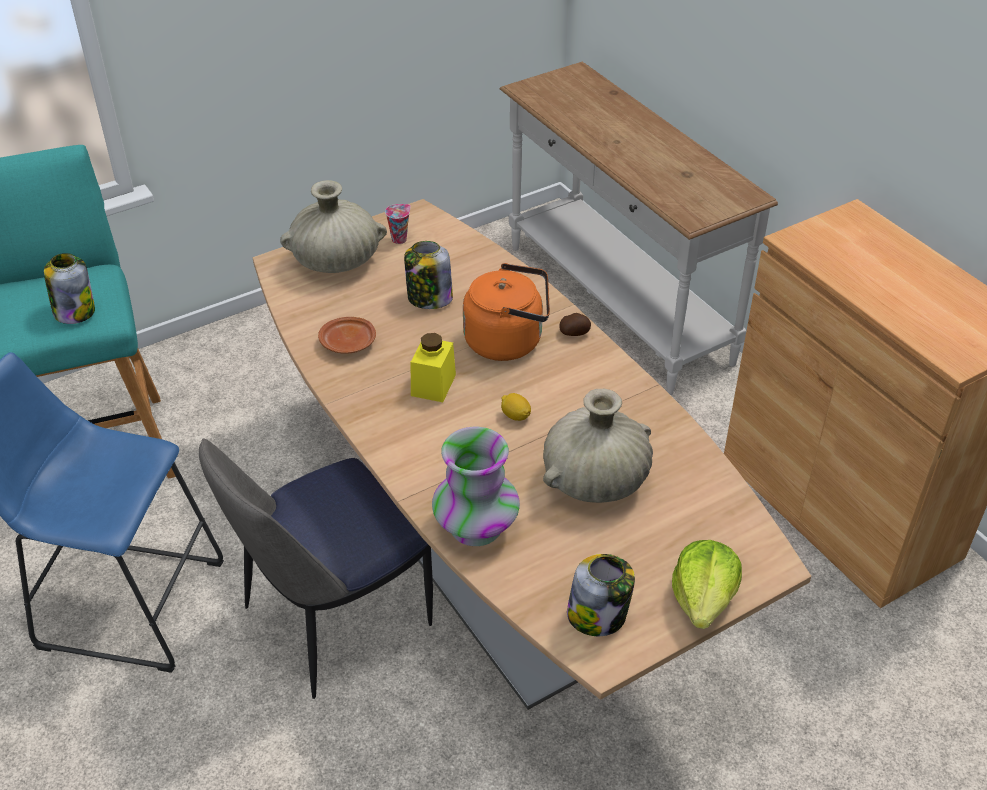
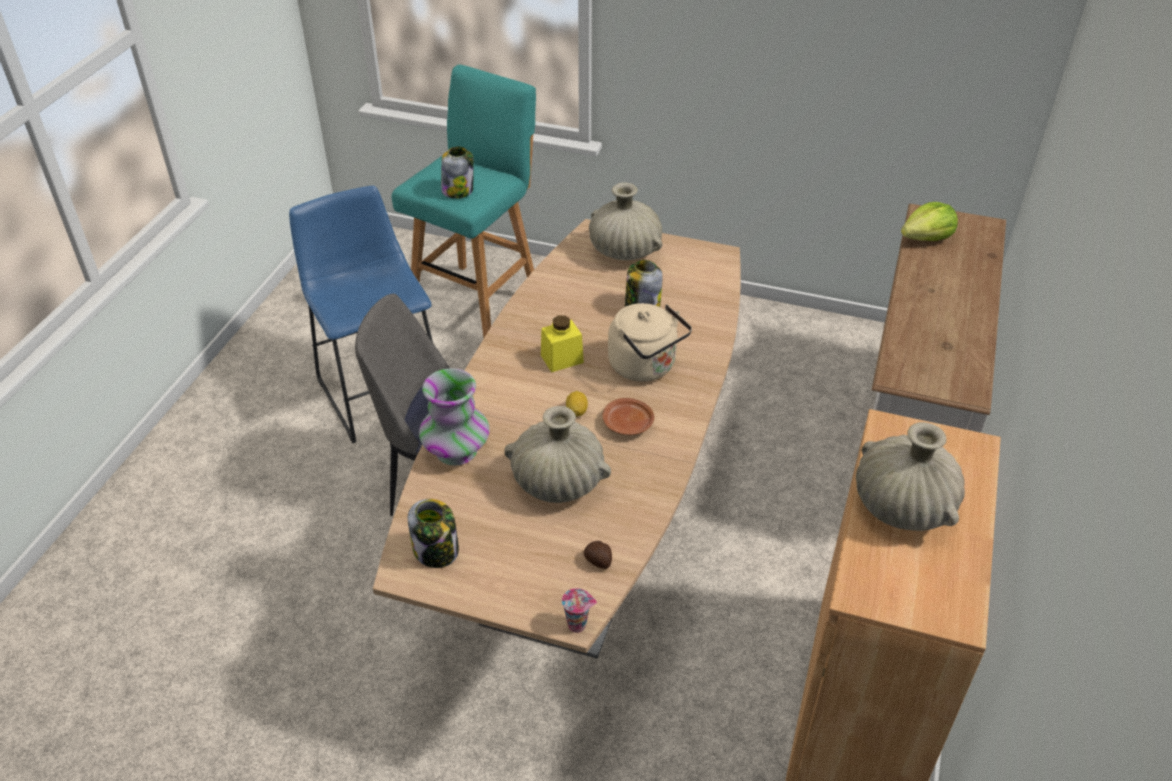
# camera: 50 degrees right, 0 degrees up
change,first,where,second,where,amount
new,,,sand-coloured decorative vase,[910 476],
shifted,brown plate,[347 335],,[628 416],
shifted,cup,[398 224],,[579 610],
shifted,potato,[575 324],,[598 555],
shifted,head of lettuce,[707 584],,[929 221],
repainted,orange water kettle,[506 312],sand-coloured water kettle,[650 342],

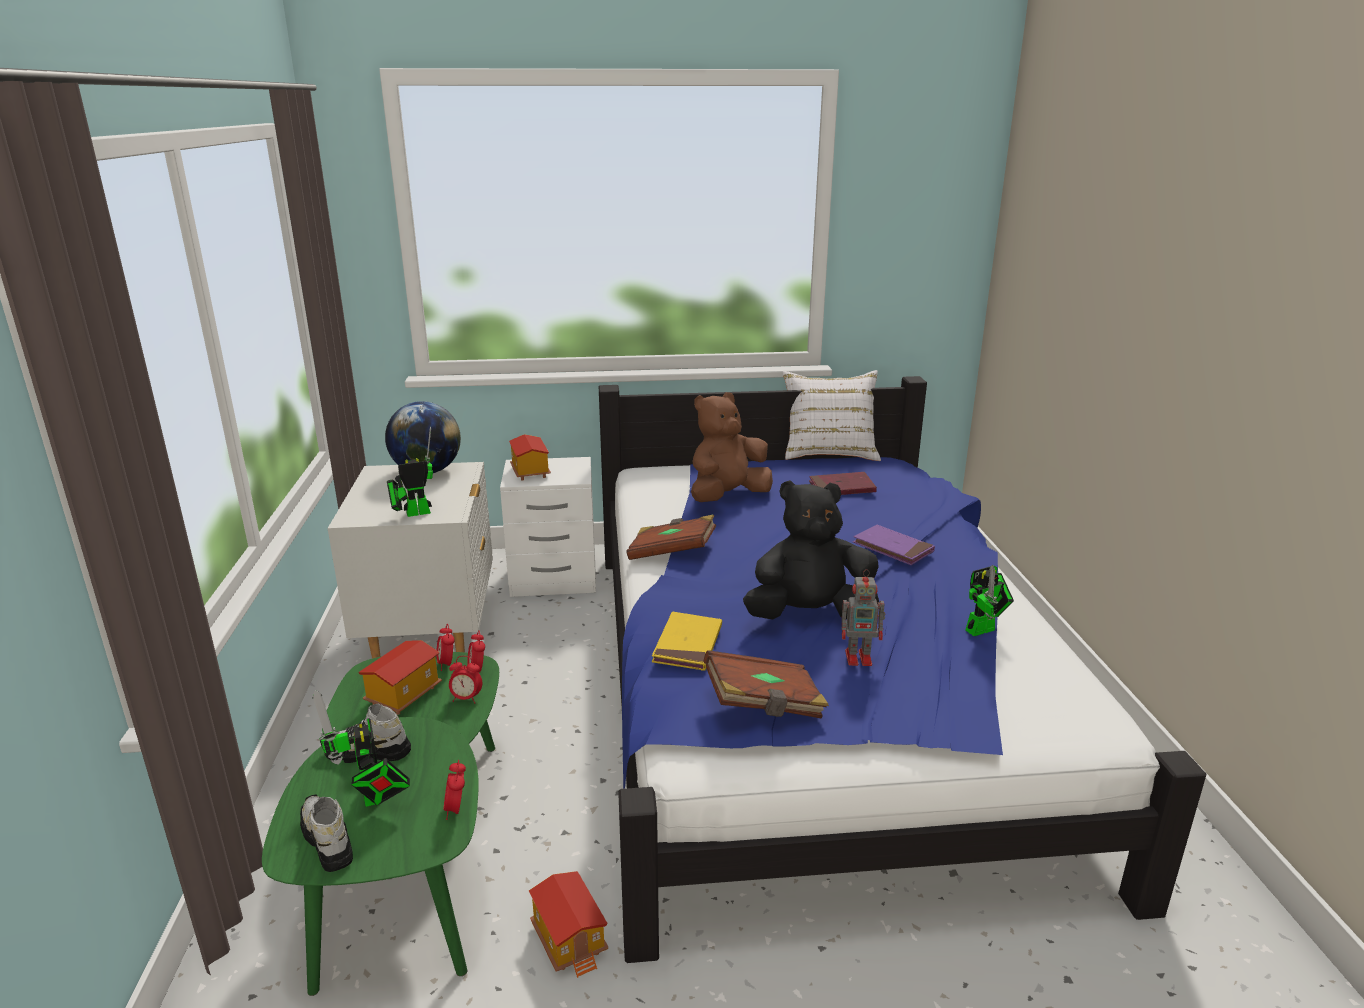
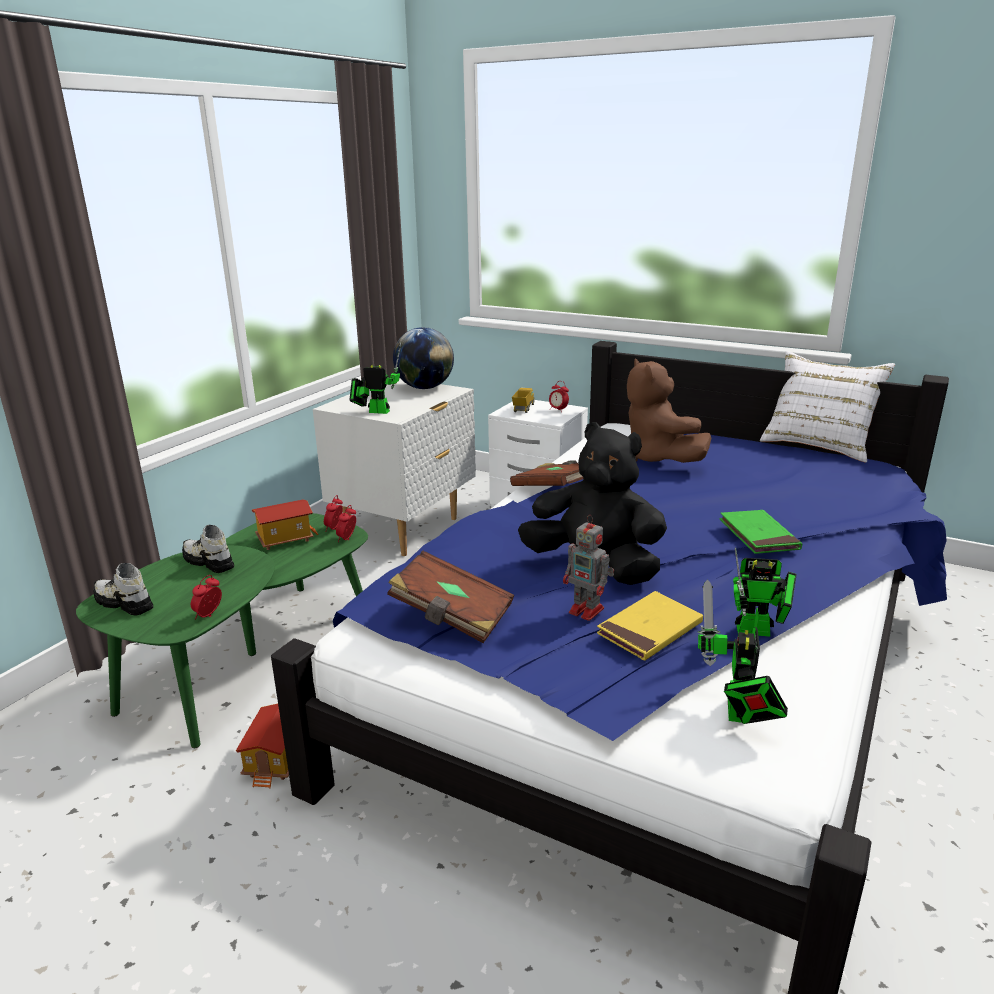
# camera: 35 degrees right, 0 degrees up
change,first,where,second,where,amount
gone,red volume,[843 483],,,
shifted,toy robot,[361 748],,[743 651],
shifted,bedside clock,[465 680],,[559 395],
shifted,yellowish volume,[687 641],,[650 626],
swapped,model house,[530 457],toy truck,[523 400],
repainted,purple-coloured volume,[894 545],green-coloured volume,[760 532],
rotated,shoe,[326 833],,[123 589],60 degrees counterclockwise
rotated,brown cuddly toy,[732 447],,[669 410],105 degrees counterclockwise

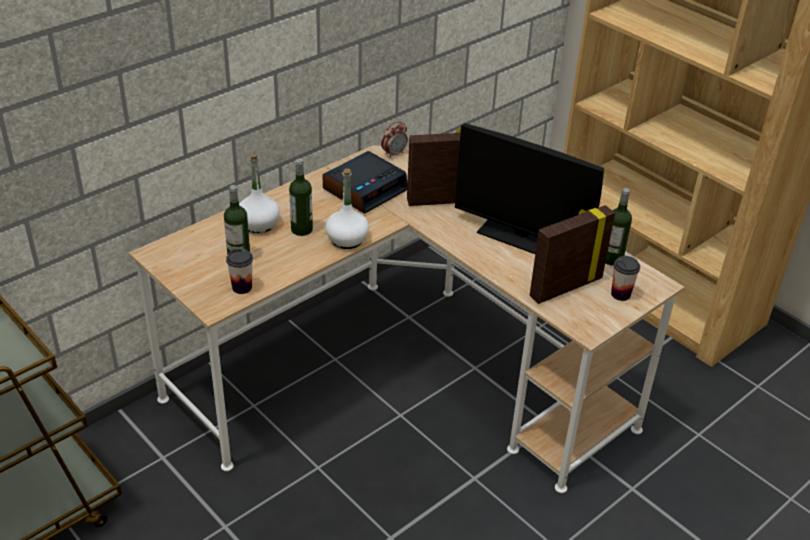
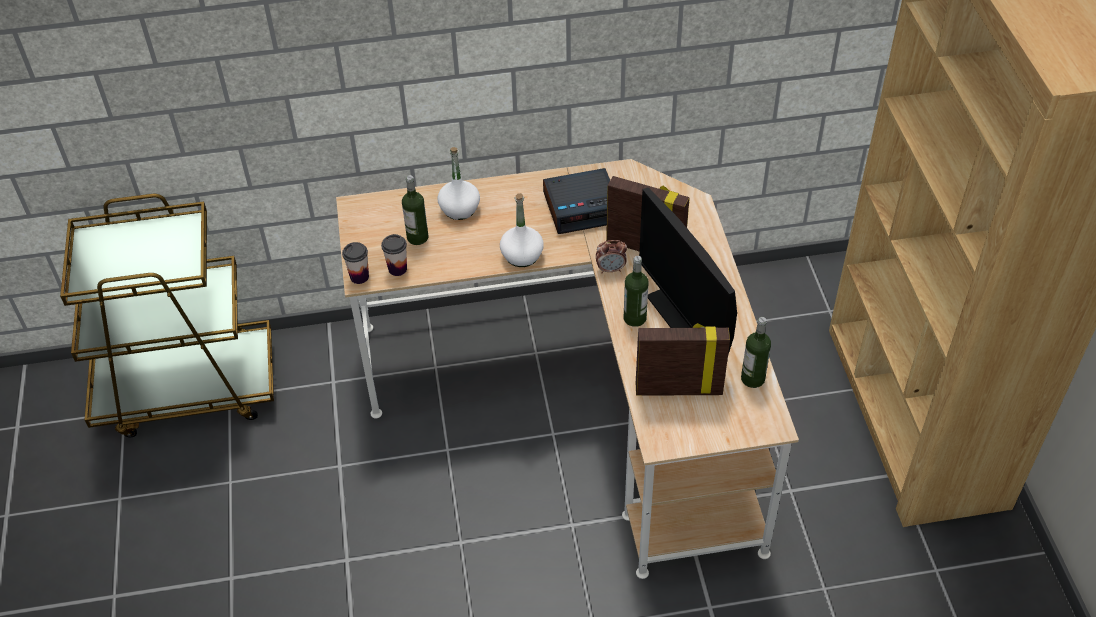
# camera: 35 degrees right, 10 degrees up
change,first,where,second,where,amount
shifted,drink bottle,[301 197],,[636 291],
shifted,bedside clock,[394 139],,[611 256],
shifted,cup,[625 278],,[355 263],

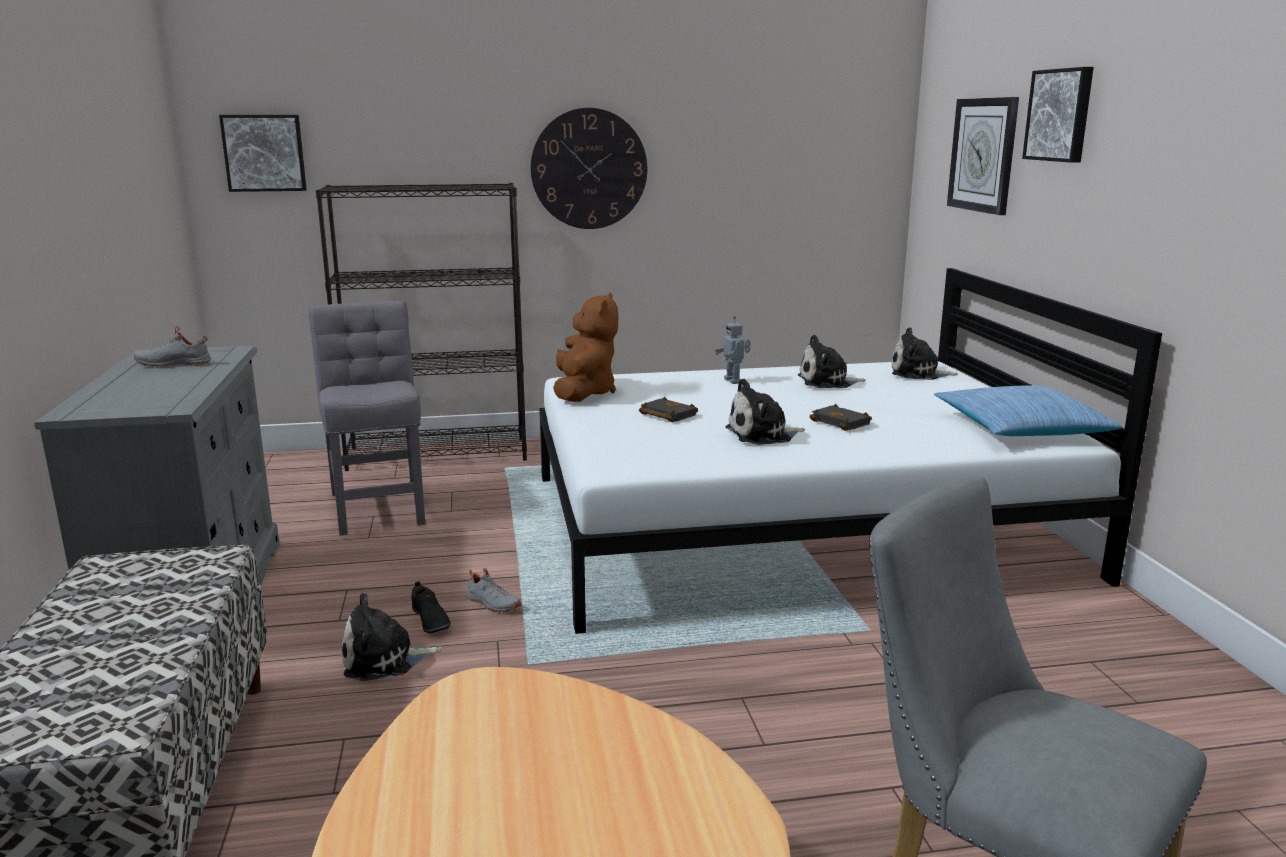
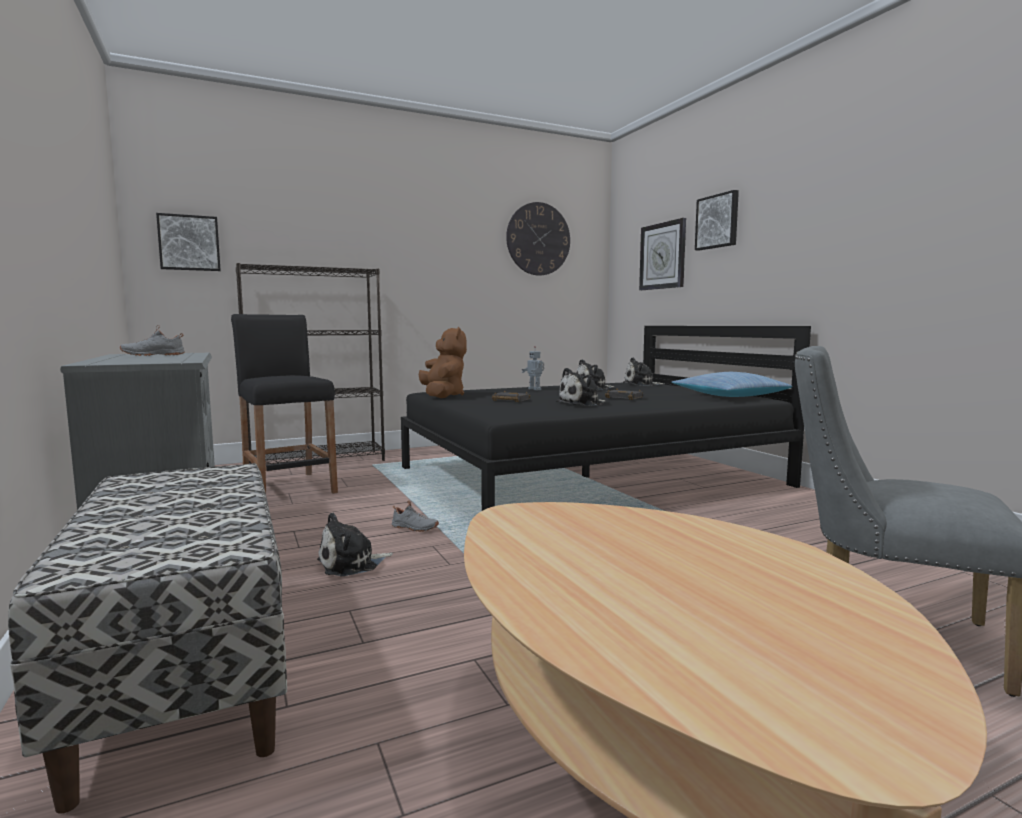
# camera: 15 degrees left, 10 degrees down
change,first,where,second,where,amount
gone,blackish shoe,[431 607],,,
shifted,wall clock,[589 168],,[538 239],
swapped,grey plain chair,[366 418],blackish stool,[284 404],
repainted,whitish sleeping bed,[850 451],blackish sleeping bed,[606 418],

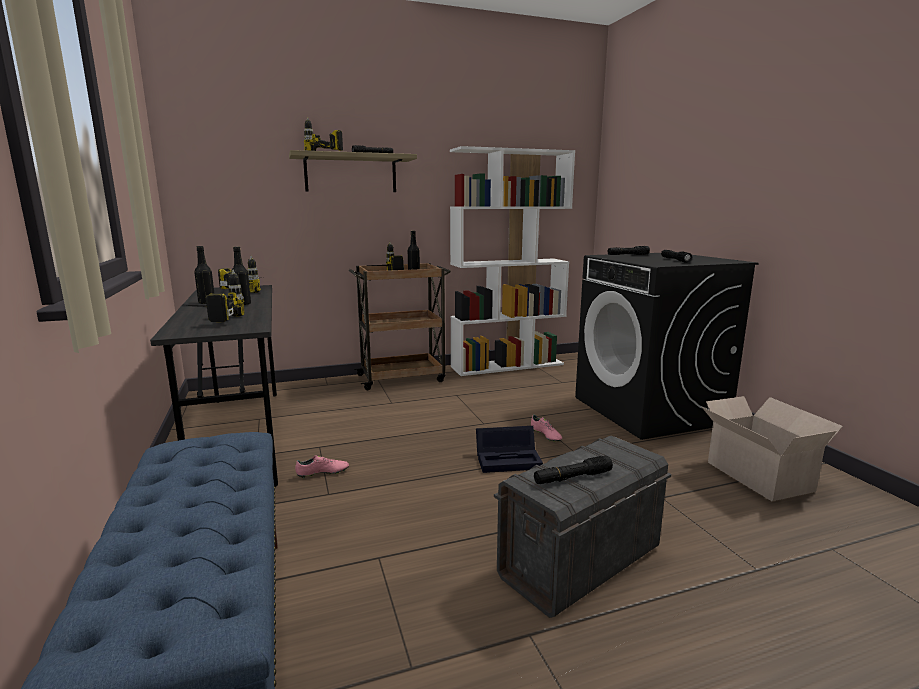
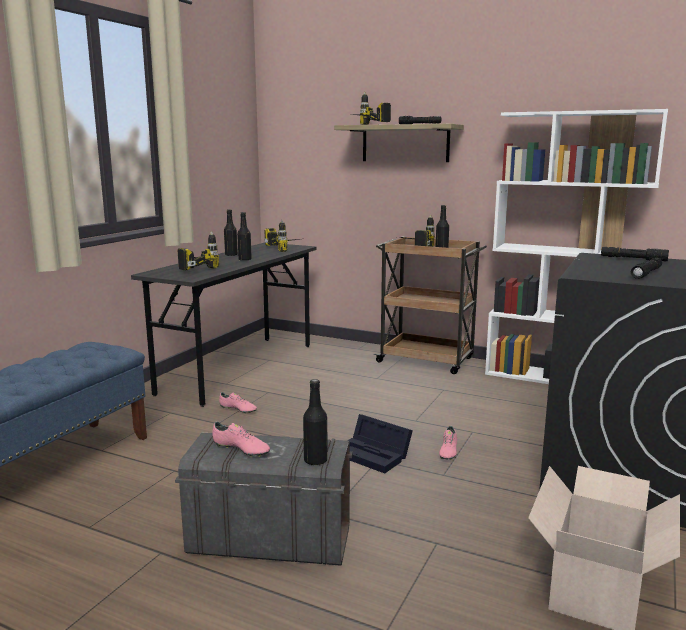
# camera: 45 degrees right, 0 degrees up
change,first,where,second,where,amount
new,,,blackish drink bottle,[315 422],
swapped,blackish torch,[573 470],pink-coloured shoe,[241 439],

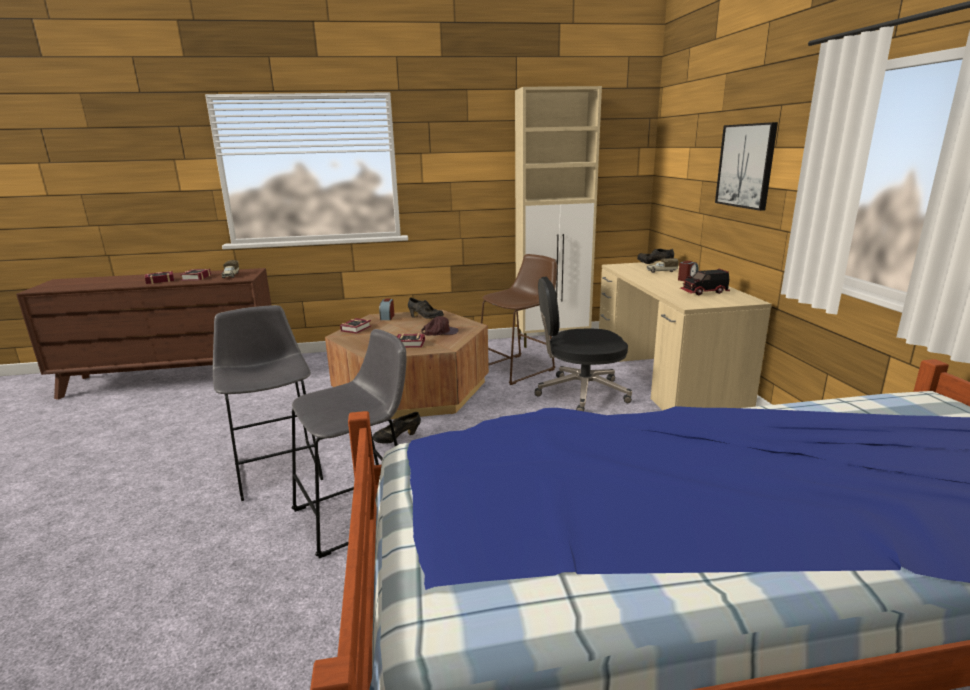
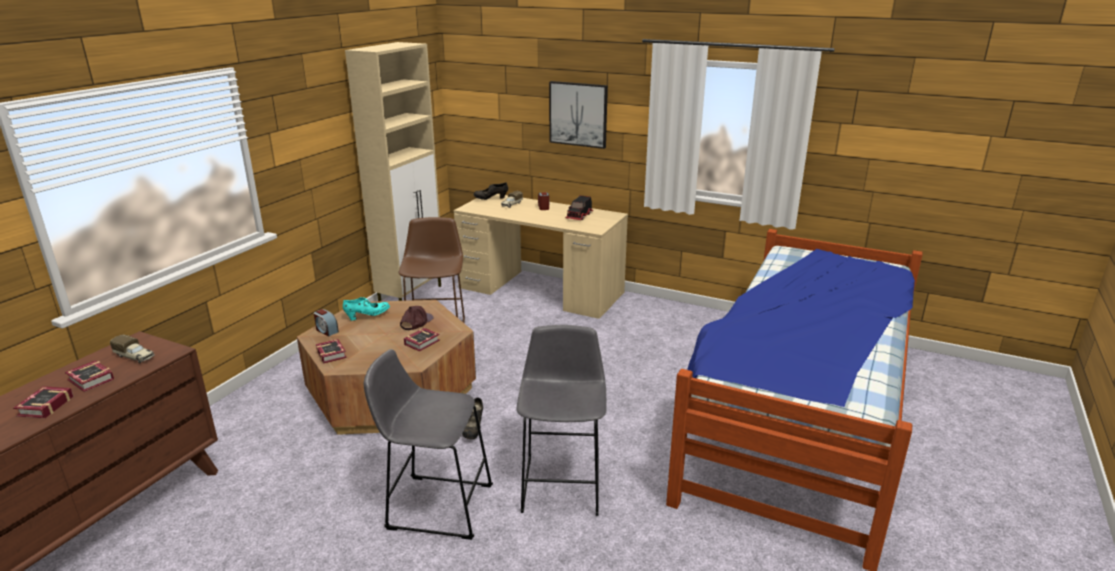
# camera: 55 degrees left, 5 degrees up
change,first,where,second,where,amount
gone,blackish computer chair,[583 344],,,
repainted,blackish shoe,[426 308],blue-green shoe,[366 309],

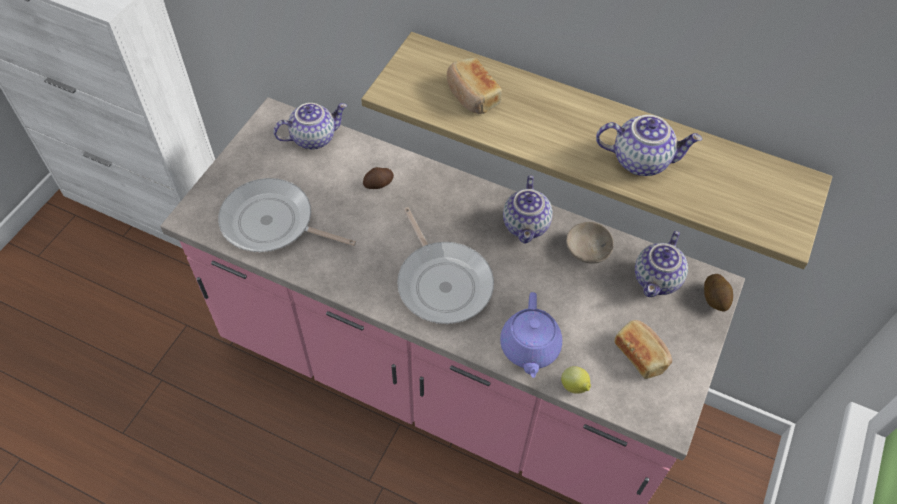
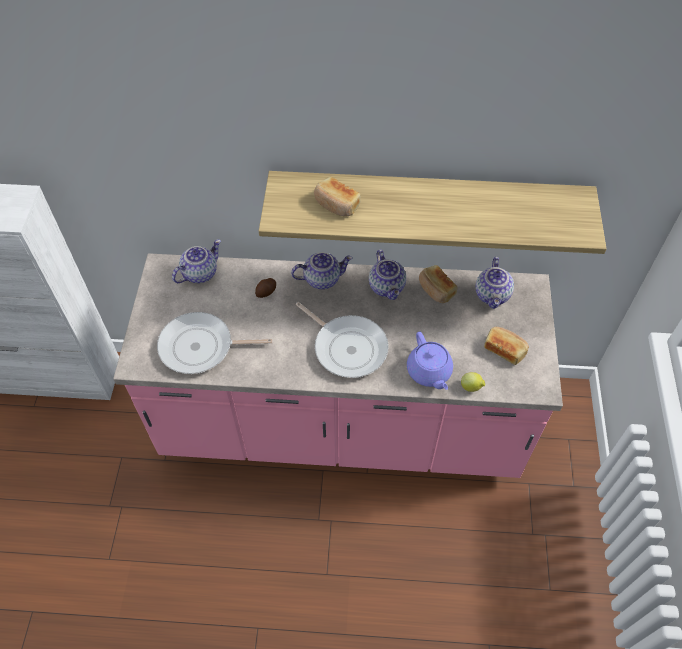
# camera: 20 degrees left, 0 degrees up
change,first,where,second,where,amount
gone,potato,[718 293],,,
shifted,pot for tea,[649 145],,[322 270],
swapped,sand-coloured serving bowl,[590 243],bread,[438 284],

